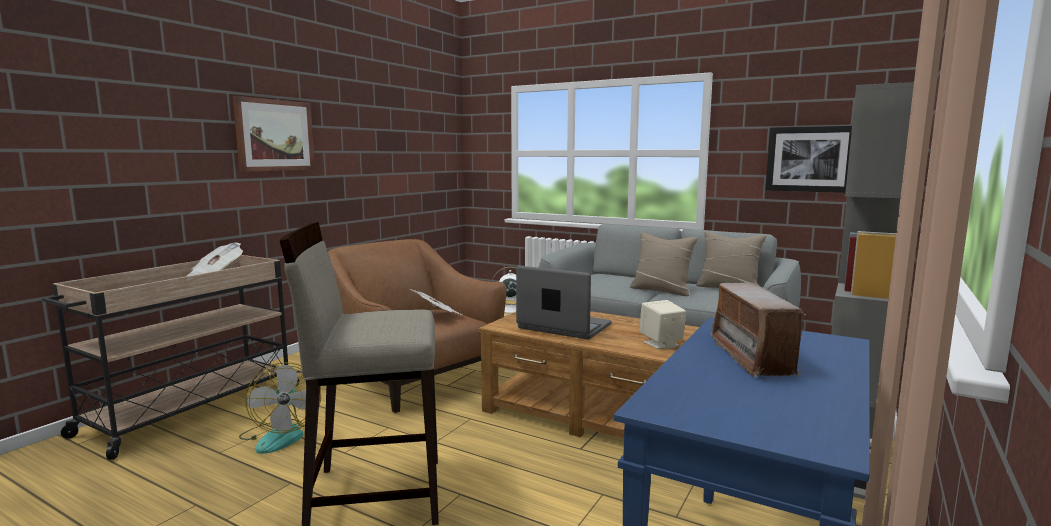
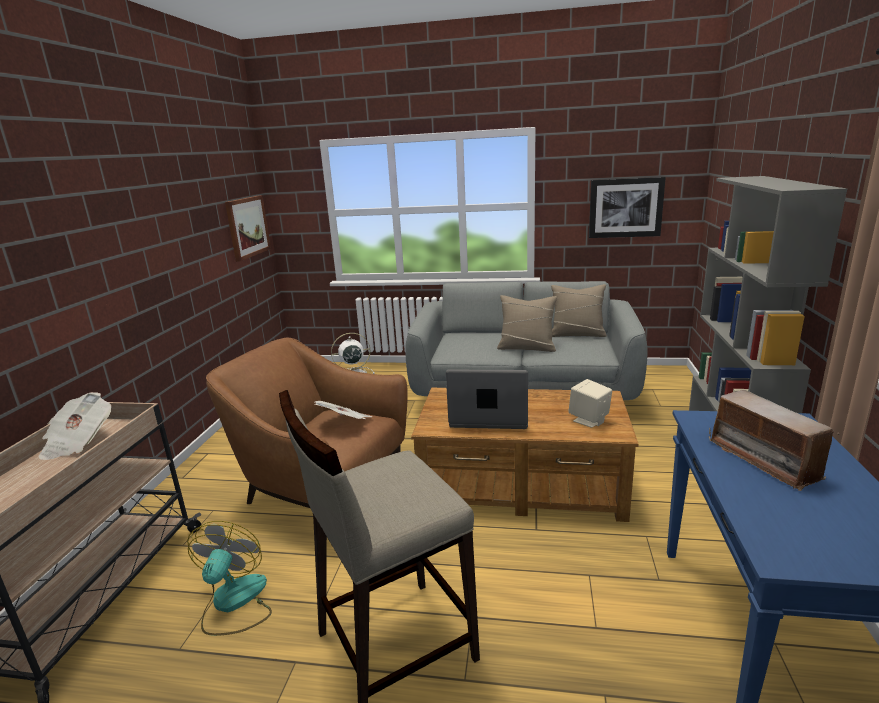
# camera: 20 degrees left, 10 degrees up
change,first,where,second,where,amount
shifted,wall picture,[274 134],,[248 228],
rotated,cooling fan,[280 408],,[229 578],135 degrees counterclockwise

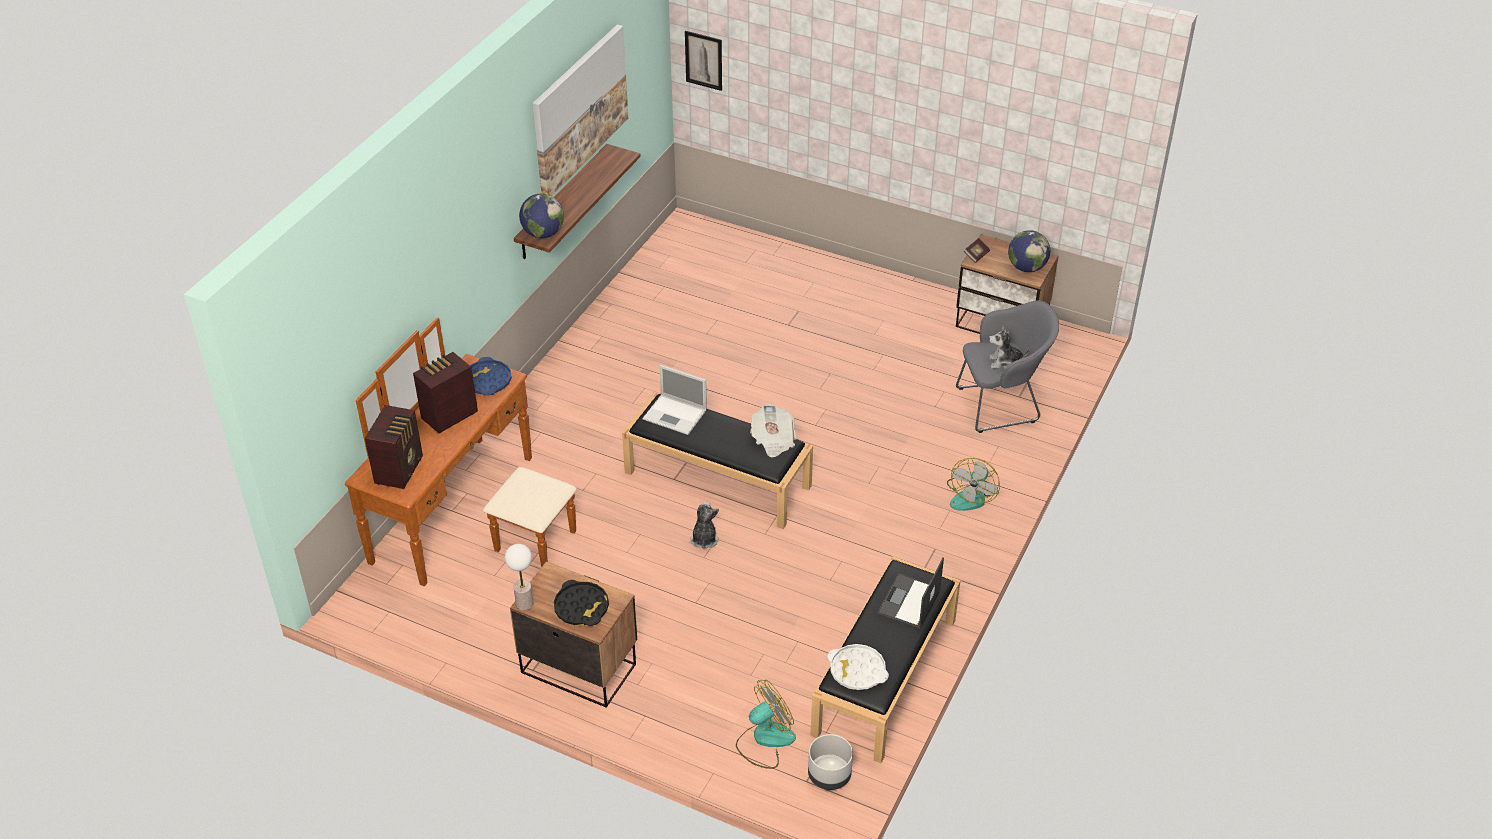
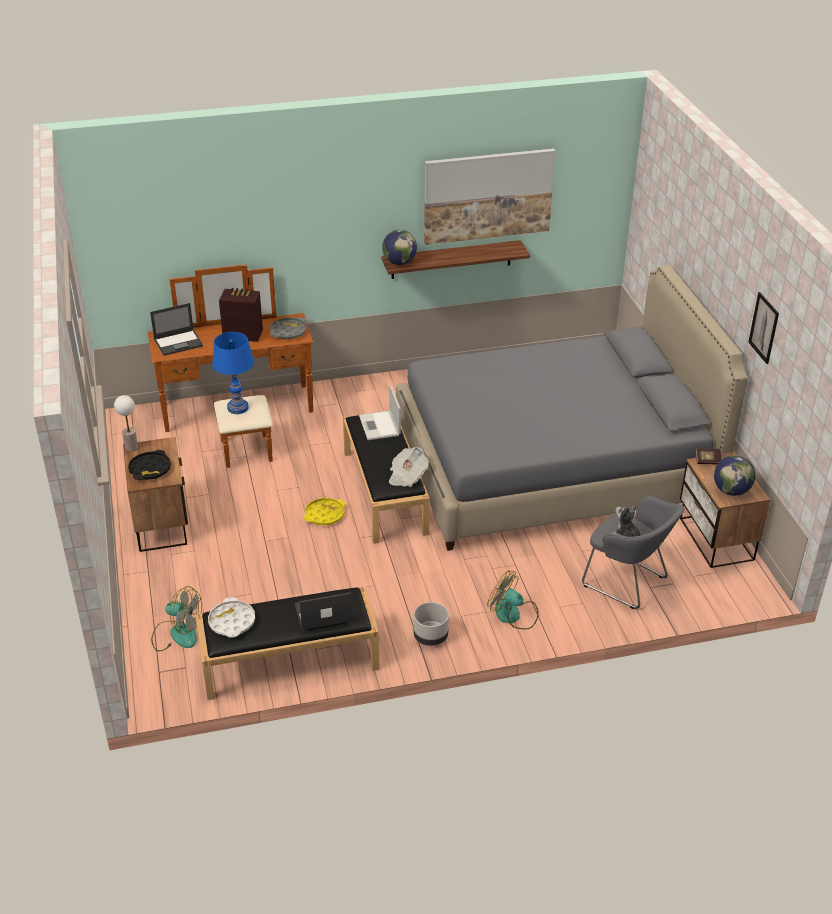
# camera: 50 degrees right, 5 degrees down
change,first,where,second,where,amount
new,,,bluish tabletop lamp,[233 373],
new,,,grey sleeping bed,[572 408],
shifted,wall picture,[703 61],,[763 328],
shifted,grey plant pot,[830 762],,[431 624],
swapped,radio set,[394 447],notebook computer,[176 329],
swapped,cuddly toy,[704 525],yellowish serving tray,[324 511],
repainted,bluish serving tray,[491 376],grey serving tray,[288 328],
rotated,cooling fan,[973 484],,[513 600],45 degrees clockwise

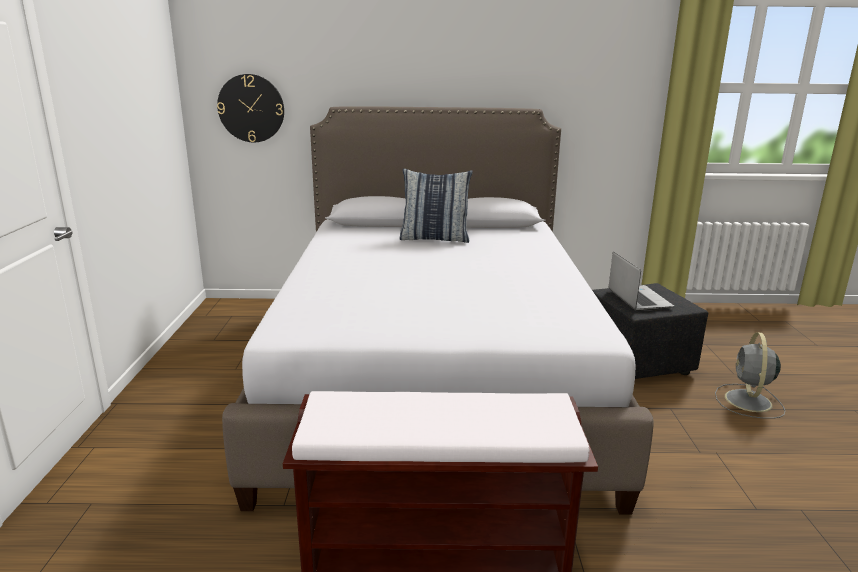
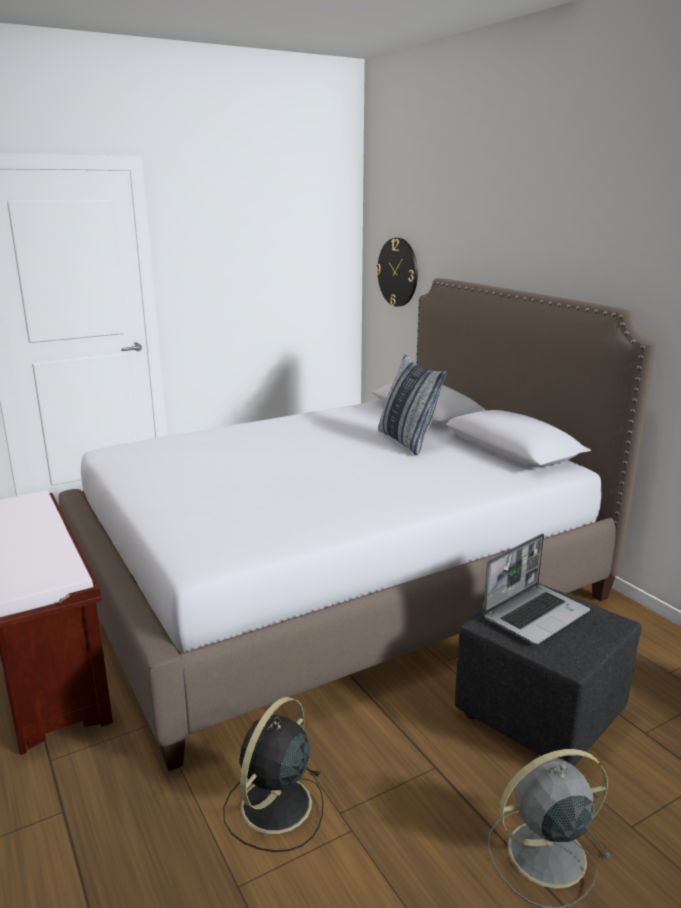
# camera: 60 degrees right, 0 degrees up
change,first,where,second,where,amount
new,,,blackish cooling fan,[273 774],

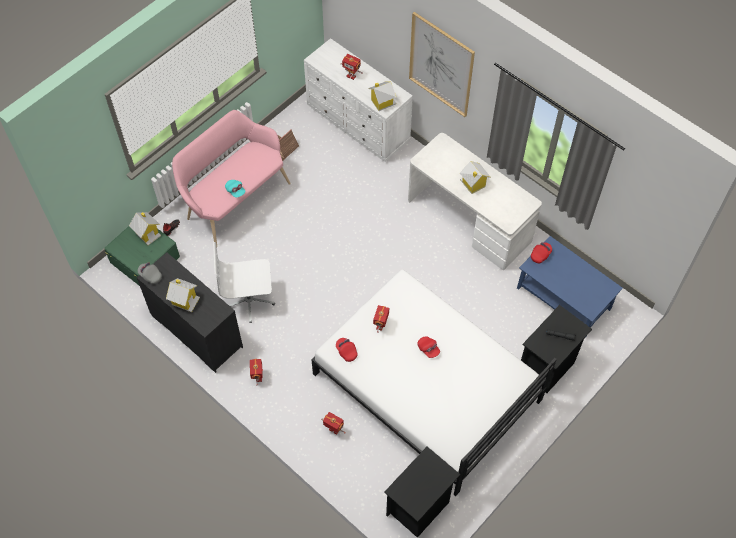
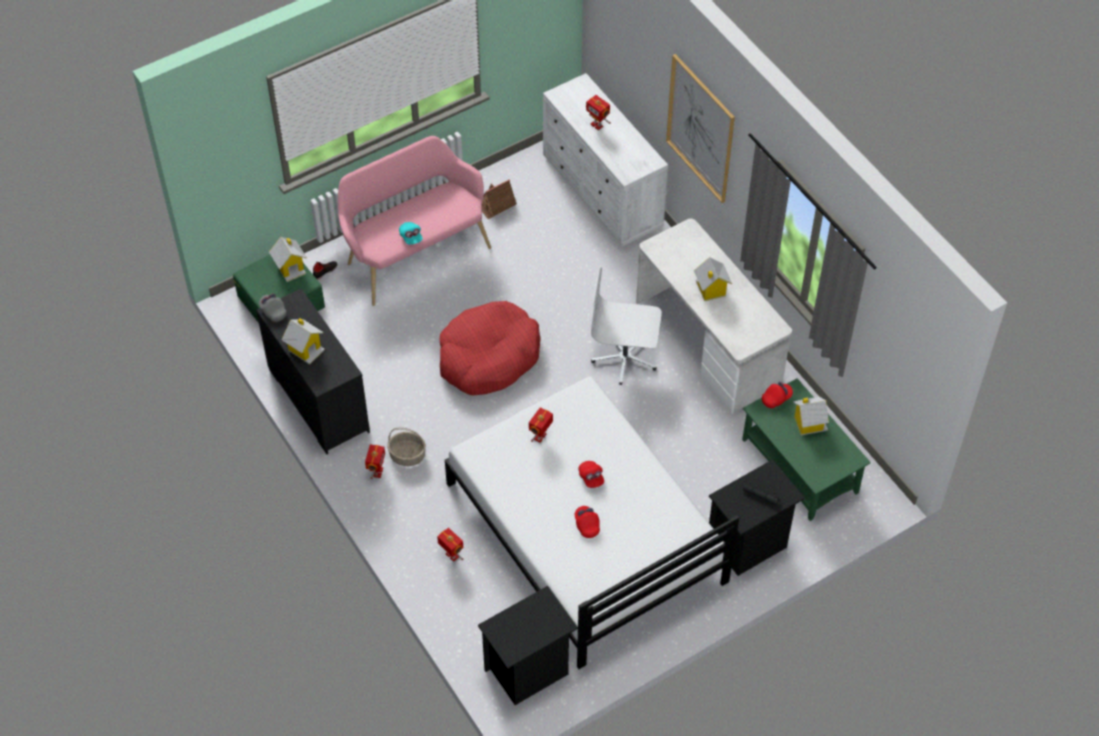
# camera: 15 degrees right, 5 degrees down
change,first,where,second,where,amount
new,,,household basket,[406 446],
new,,,red dog bed,[490 348],
shifted,whitish computer chair,[244 282],,[626 326],
shifted,red baseball cap,[347 350],,[587 522],
shifted,model house,[382 96],,[811 416],
repainted,bluish low table,[570 287],green-coloured low table,[806 449],

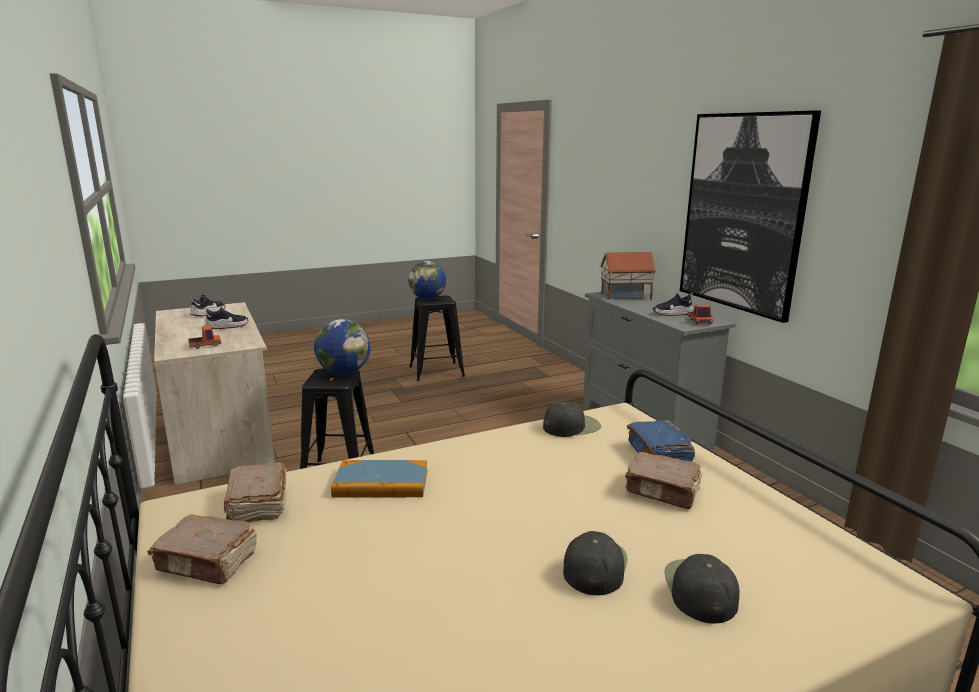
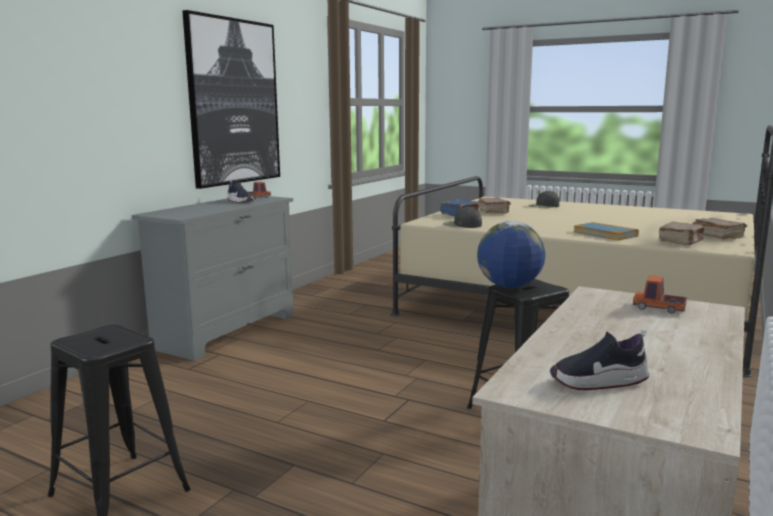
# camera: 125 degrees left, 5 degrees down
change,first,where,second,where,amount
gone,shoe,[226 317],,,
gone,desk globe,[427 280],,,
gone,blackish baseball cap,[595 563],,,
gone,model house,[628 275],,,

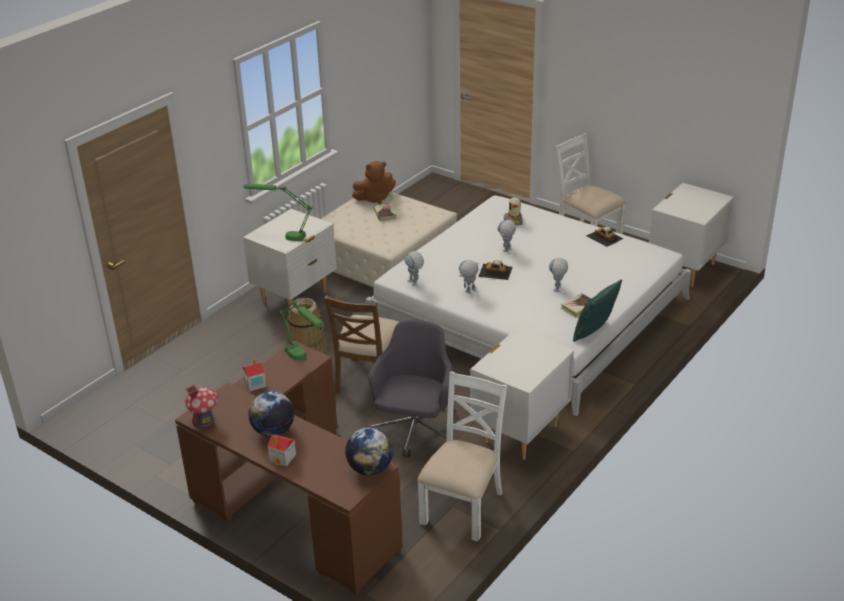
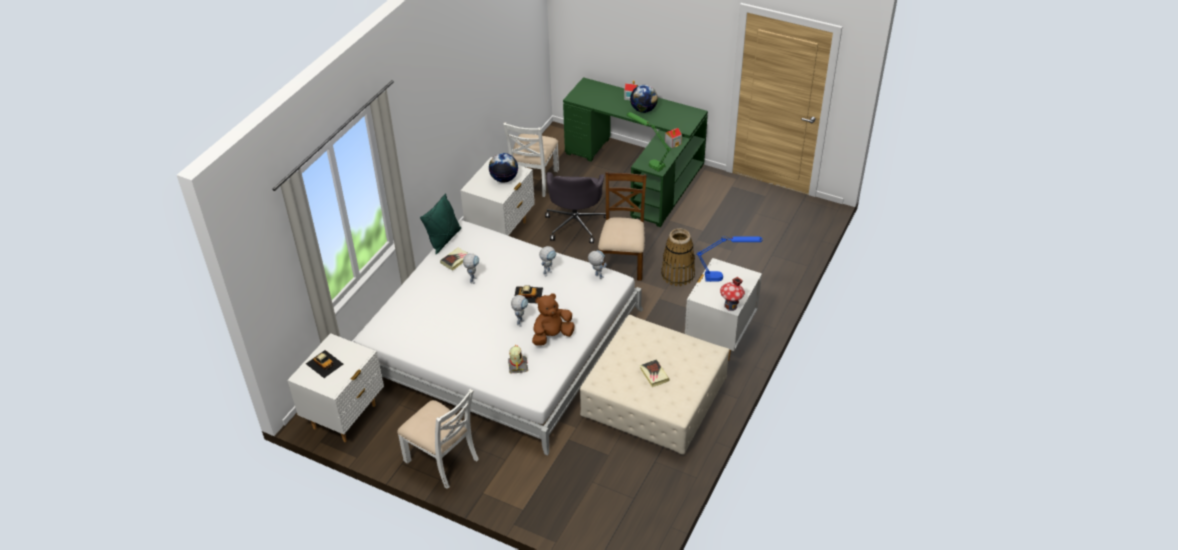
# camera: 170 degrees right, 10 degrees up
change,first,where,second,where,amount
shifted,model house,[201 406],,[732 294],
shifted,desk globe,[369 451],,[503 168],
shifted,brown cuddly toy,[374 183],,[553 319],
shifted,miniature car,[604 236],,[324 364],
repainted,brown desk table,[289 468],green-coloured desk table,[635 152],
repainted,green-coloured tabletop lamp,[278 212],bluish tabletop lamp,[729 259],

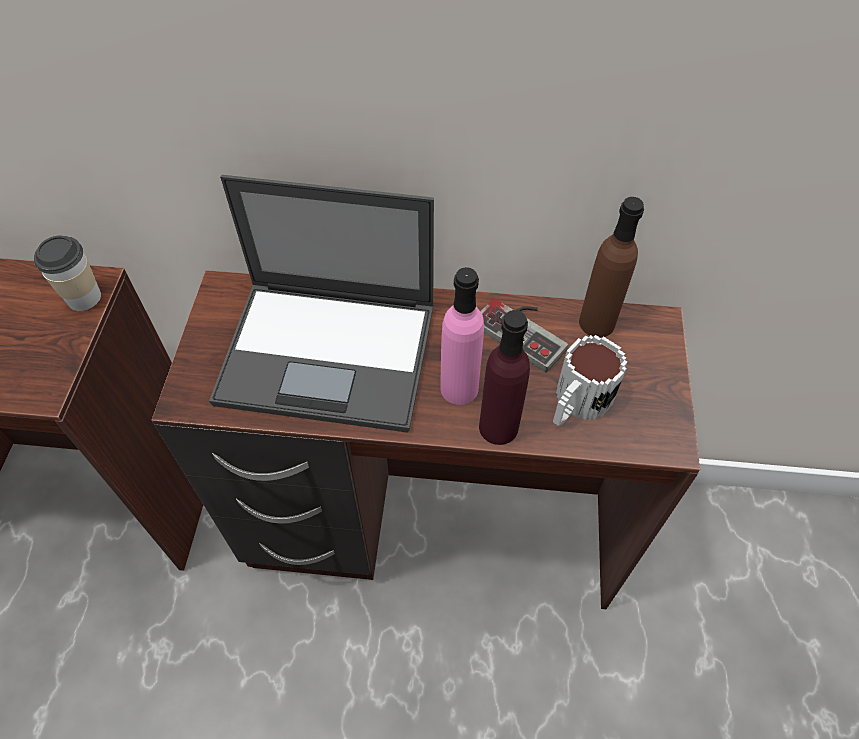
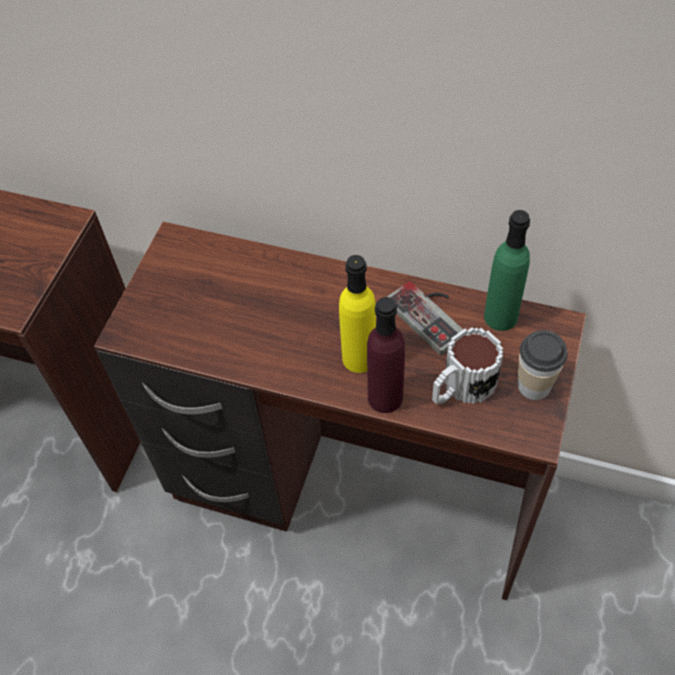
# camera: 15 degrees right, 0 degrees up
change,first,where,second,where,amount
gone,notebook computer,[321 304],,,
shifted,cup,[67 273],,[543 365],
repainted,pink-coloured drink bottle,[462 336],yellowish drink bottle,[357 314],
repainted,brown drink bottle,[611 267],green-coloured drink bottle,[507 270],

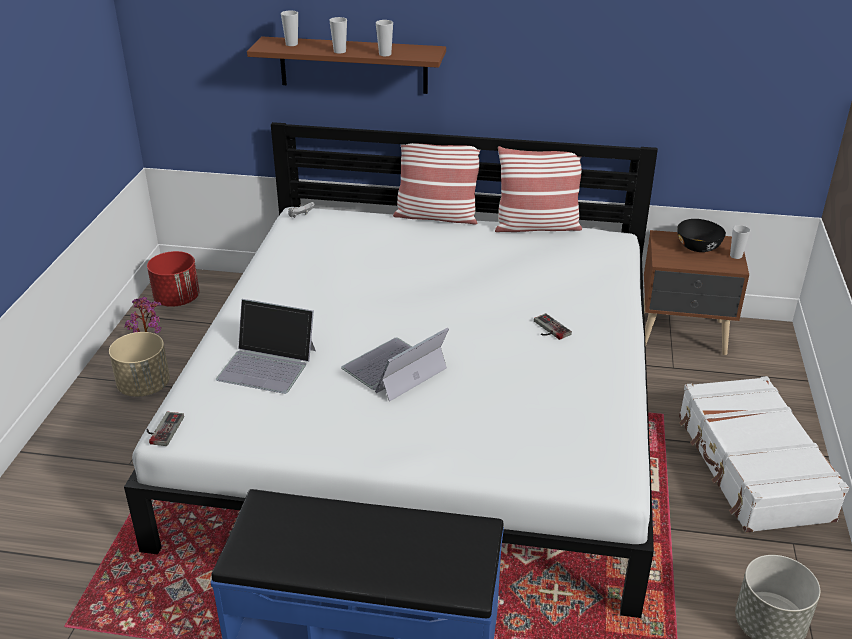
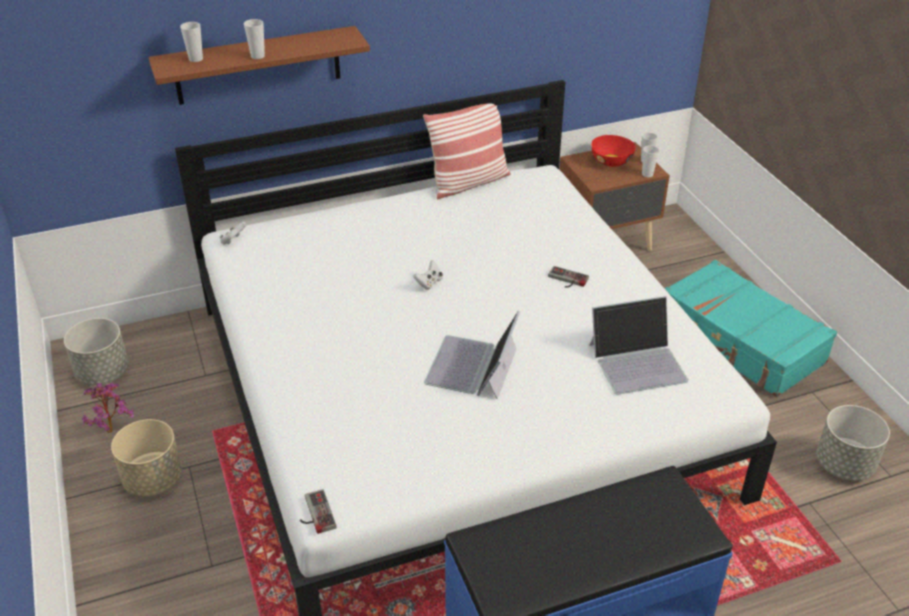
# camera: 30 degrees left, 5 degrees up
change,first,where,second,where,amount
gone,throw pillow,[437 183],,,
new,,,whitish joypad,[428 275],
shifted,notebook computer,[266 346],,[638 345],
shifted,cup,[384 38],,[650 161],
repainted,red plant pot,[173 279],grey plant pot,[96 351],
repainted,blackish serving bowl,[701 235],red serving bowl,[613 151],
repainted,whitish suitcase,[764 454],blue-green suitcase,[750 328],

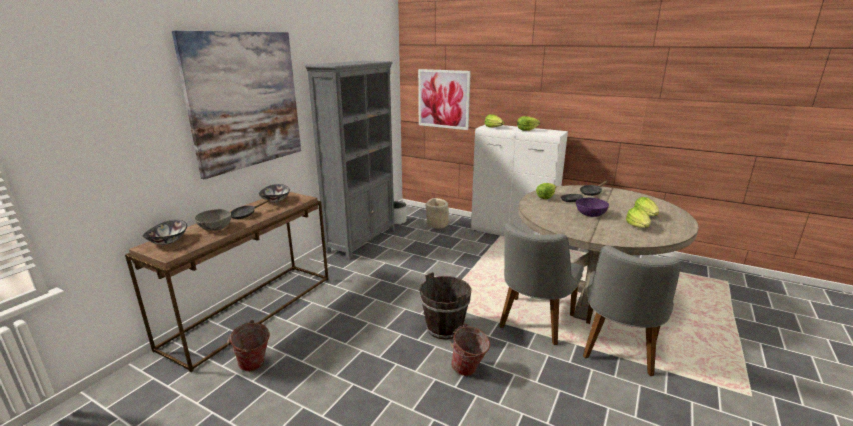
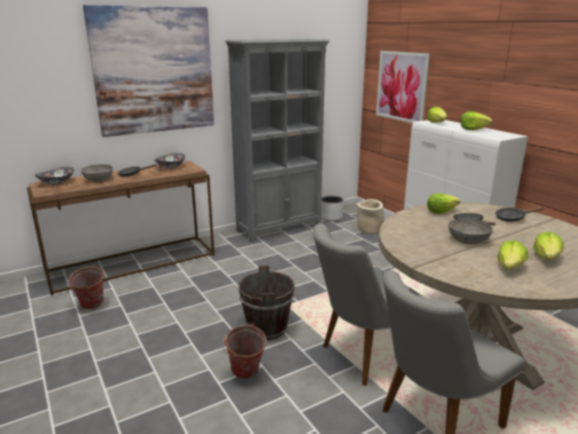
# camera: 30 degrees right, 0 degrees up
change,first,where,second,where,amount
repainted,purple-coloured serving bowl,[592 207],grey serving bowl,[470 231],

